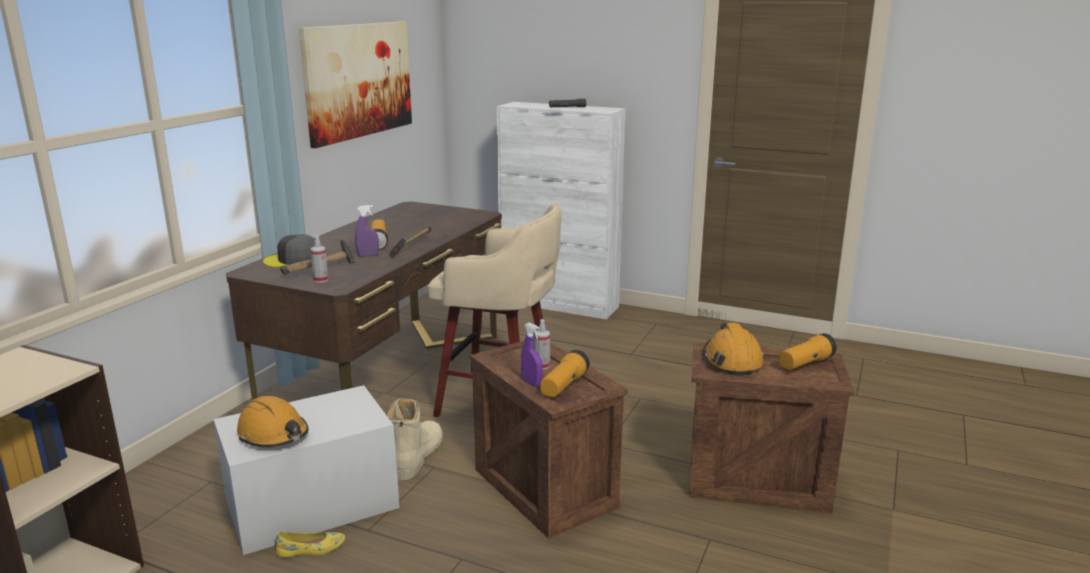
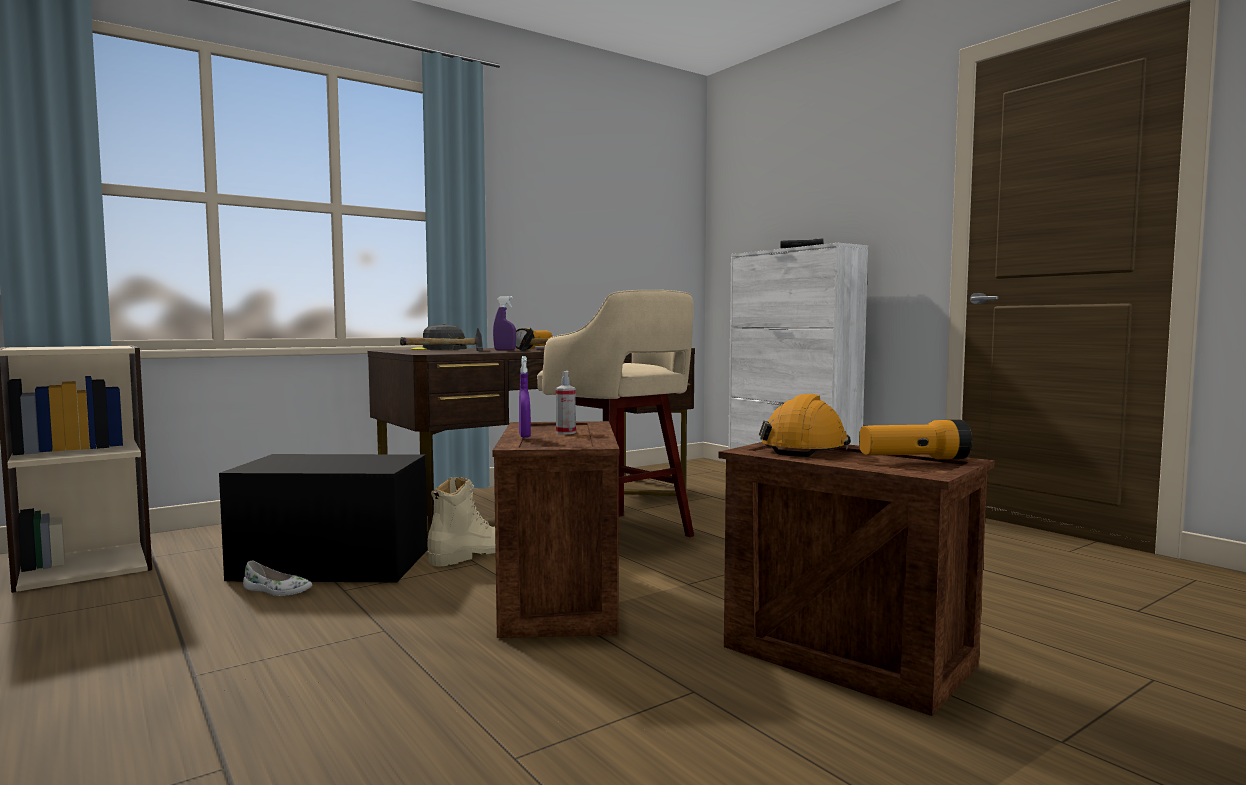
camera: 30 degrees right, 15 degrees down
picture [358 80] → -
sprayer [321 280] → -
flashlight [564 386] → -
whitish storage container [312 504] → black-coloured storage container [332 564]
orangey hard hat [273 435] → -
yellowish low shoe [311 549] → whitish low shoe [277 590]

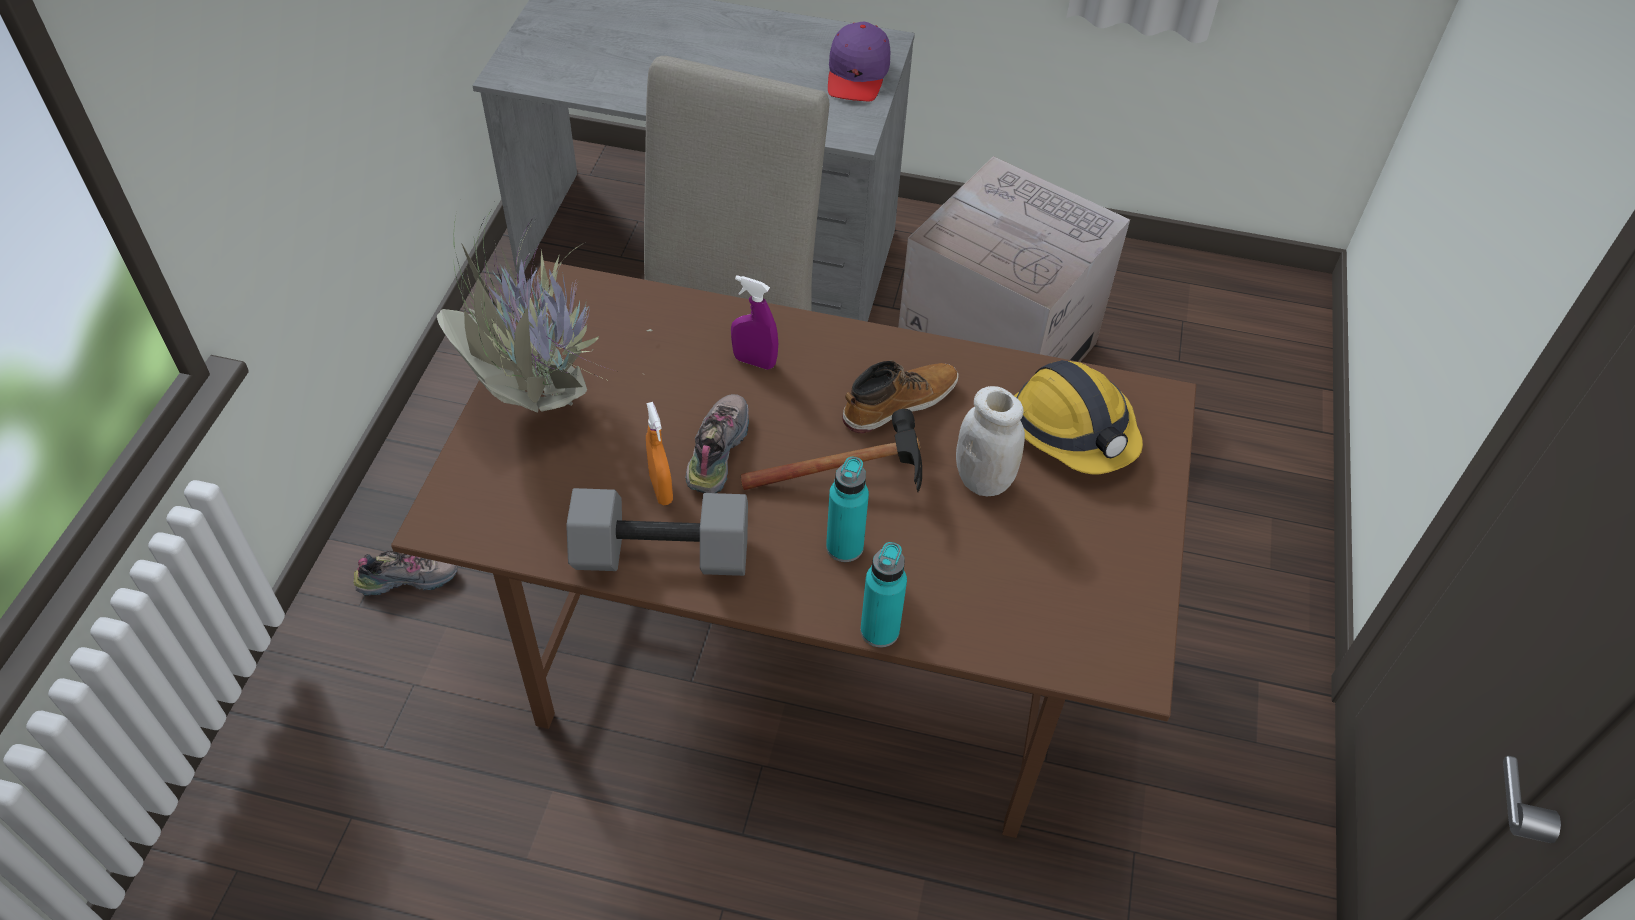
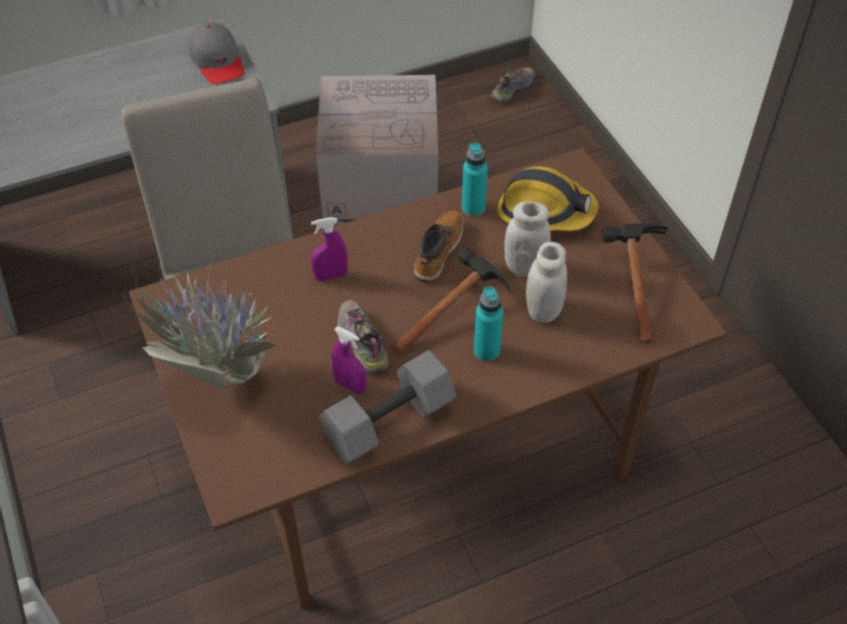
camera: 35 degrees left, 0 degrees up
purplish baseball cap [857 74] → greyish baseball cap [218 61]
orangey sprayer [661 489] → purplish sprayer [350 385]
turquoise-coloured drink bottle [879 631] → turquoise-coloured drink bottle [473 208], relocated
low shoe [409 578] → low shoe [512 88], relocated
- → hammer [631 282]
- → whitish jar [543 310]

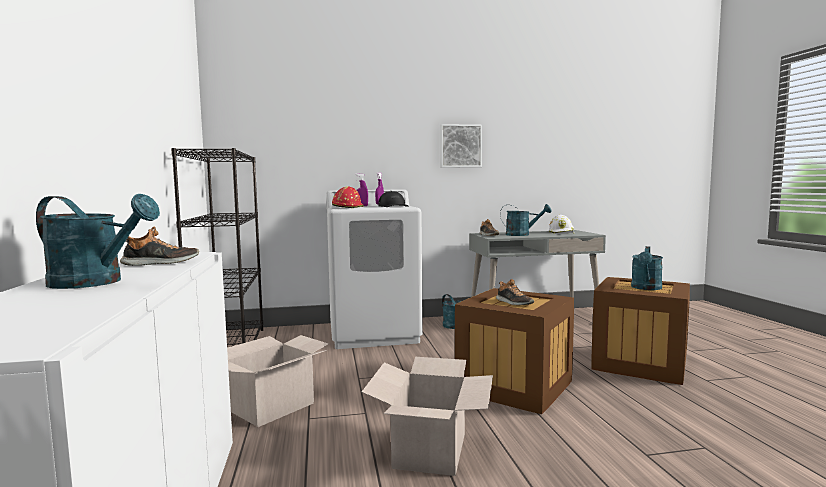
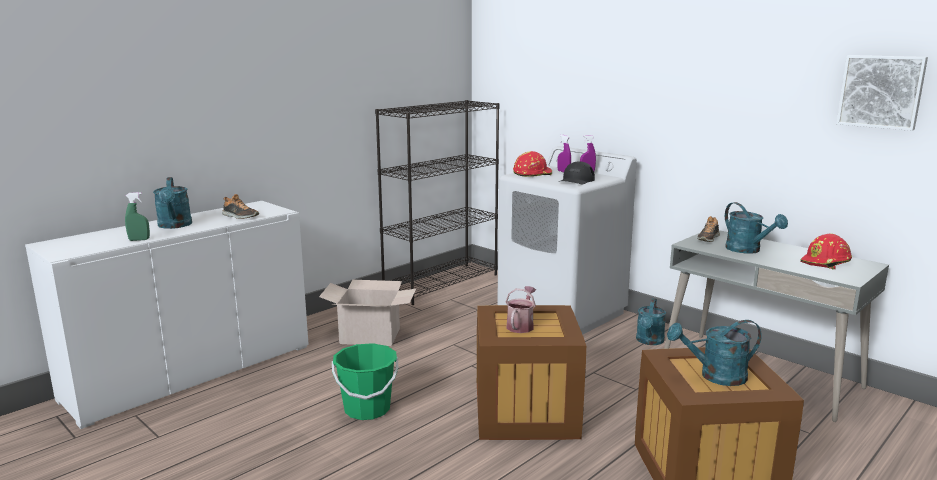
camera: 55 degrees right, 10 degrees up
picture [460 146] → picture [881 91], relocated
whitish hard hat [562 232] → reddish hard hat [826 263]
low shoe [513 303] → watering can [521 325]
cardboard box [429 450] → greenish pail [367 409]
- → greenish sprayer [139 240]

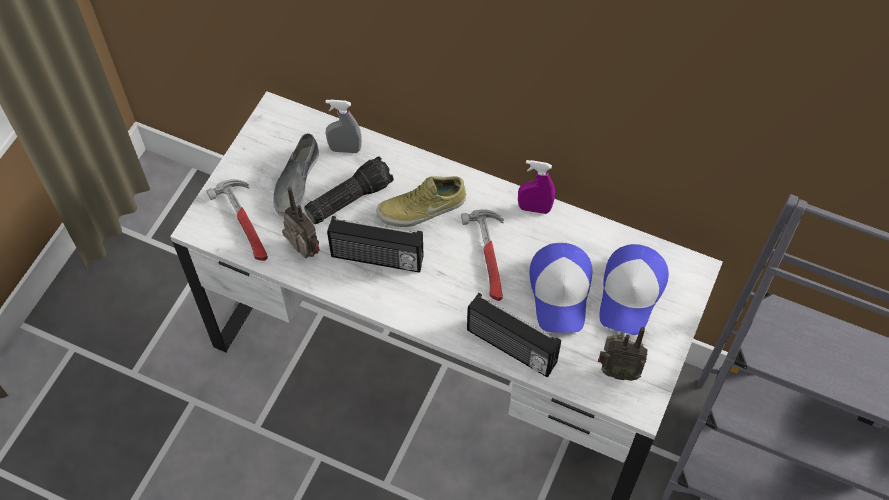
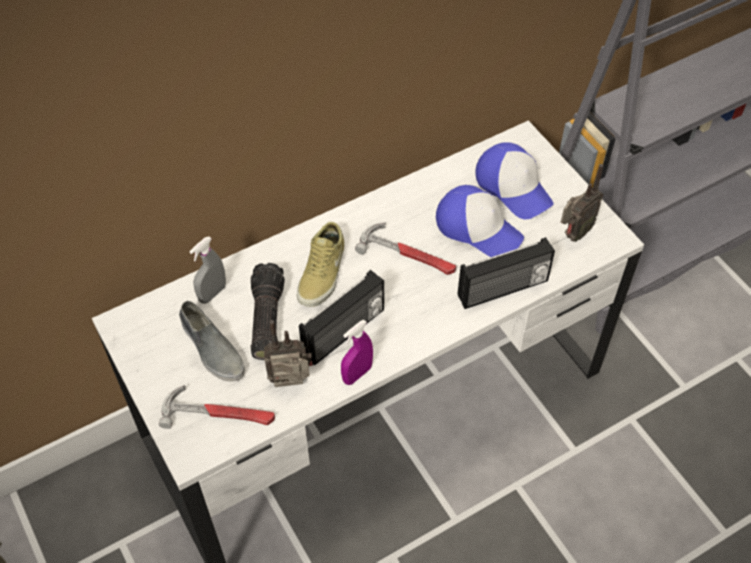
camera: 55 degrees left, 5 degrees down
purplish sprayer [534 208] → purplish sprayer [357 374], relocated

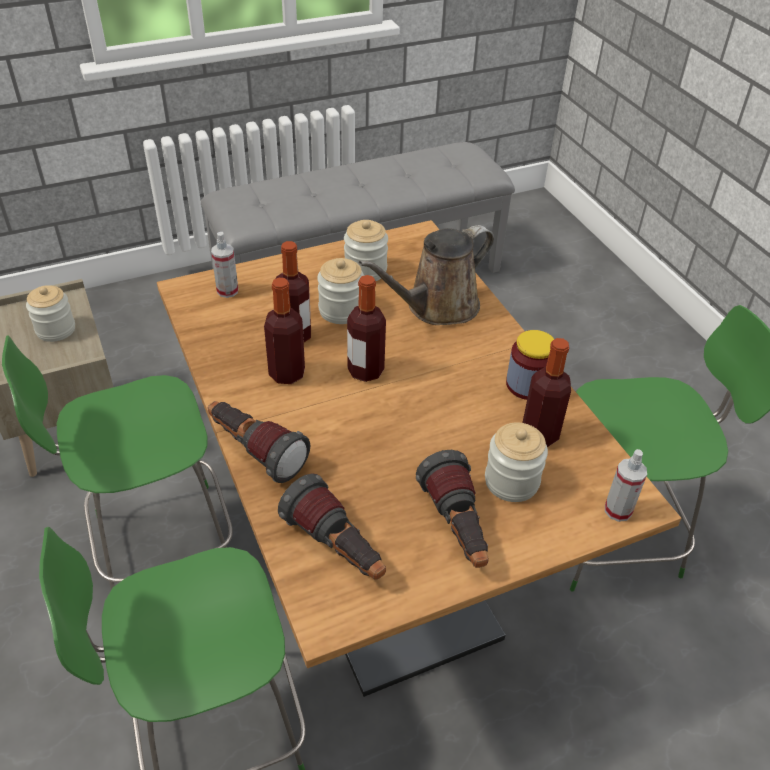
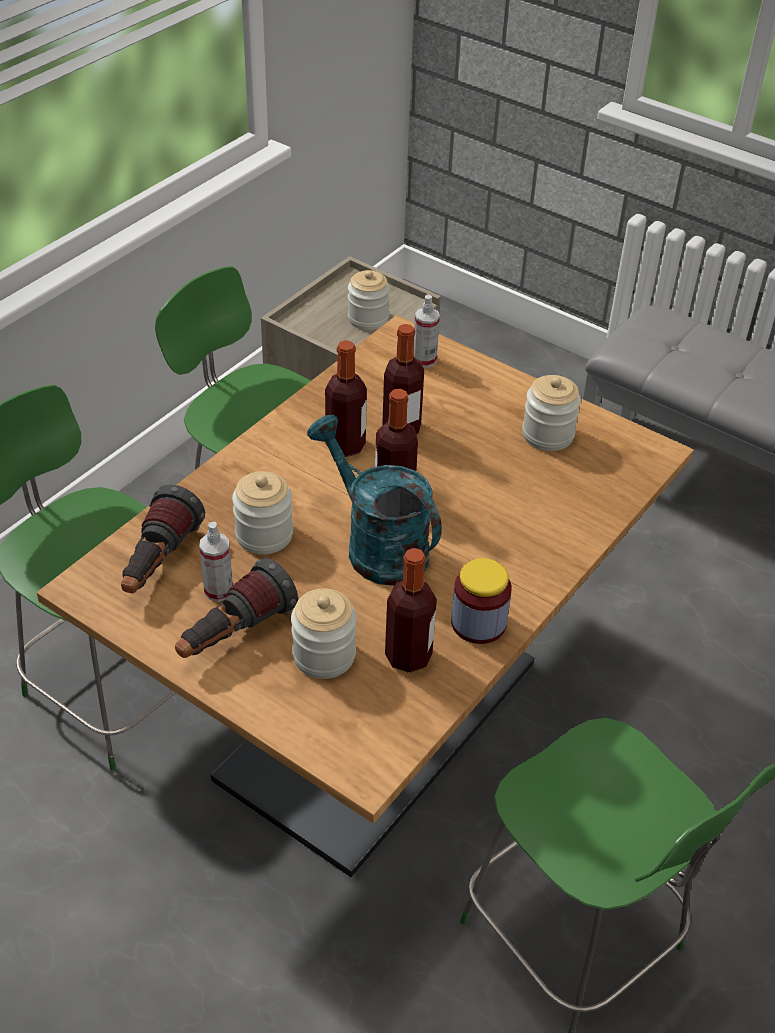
camera: 60 degrees right, 0 degrees up
brownish watering can [437 307] → -
jar [341 310] → jar [264 535], relocated
flashlight [255 452] → -
sprayer [618 510] → sprayer [218 591], relocated
- → turquoise-coloured watering can [376 545]

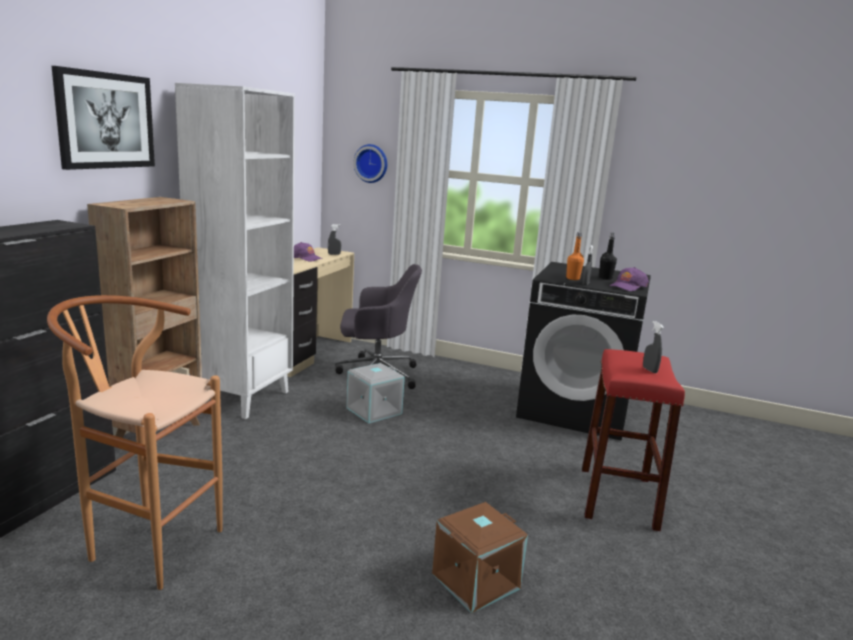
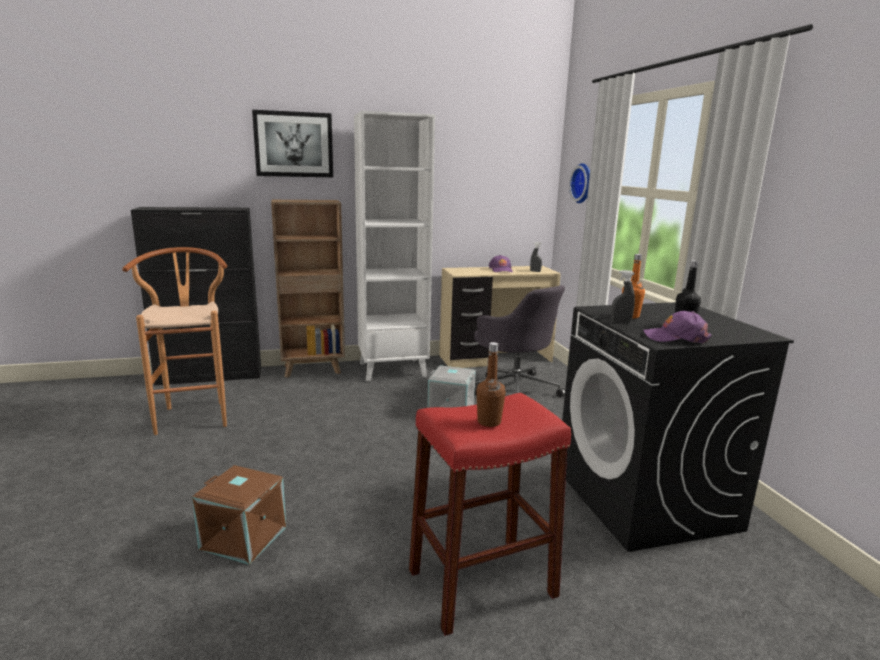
camera: 55 degrees right, 0 degrees up
greyish sprayer [649 370] → brownish drink bottle [489 422]

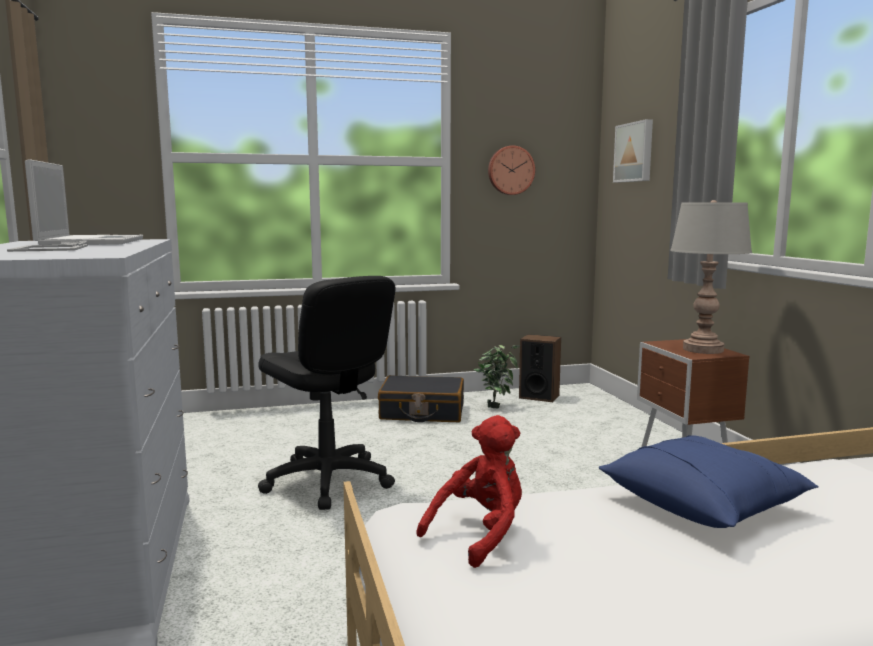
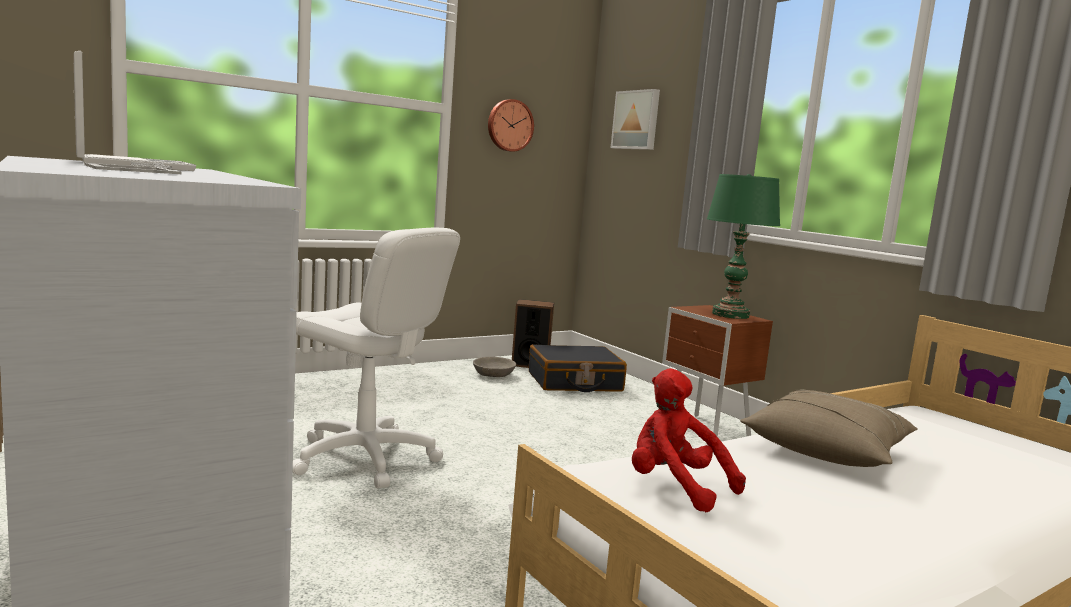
camera: 20 degrees left, 0 degrees up
greyish tabletop lamp [703 349] → greenish tabletop lamp [730 315]
black-coloured office chair [327 481] → whitish office chair [365 458]
plant in a pot [496 406] → greyish serving bowl [493 374]
black-coloured suitcase [422 412] → black-coloured suitcase [574 382], relocated
reddish soft toy [480 534] → reddish soft toy [674 487], 75 degrees counterclockwise
blue-coloured throw pillow [703 504] → beige-coloured throw pillow [827 450]

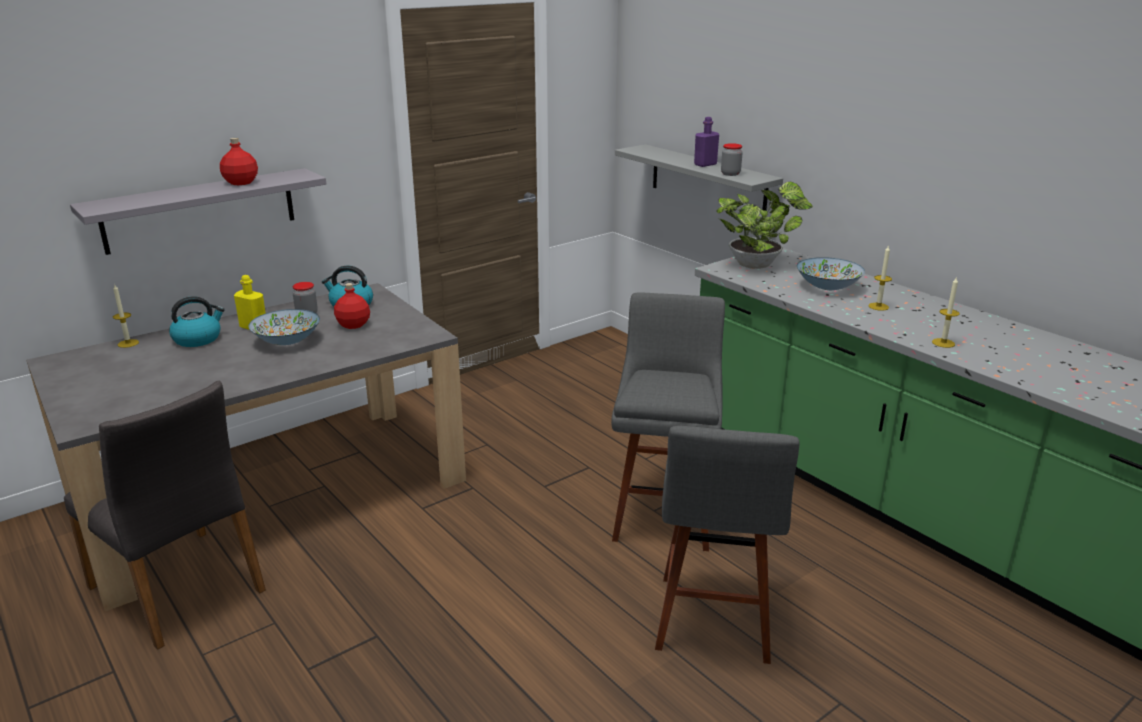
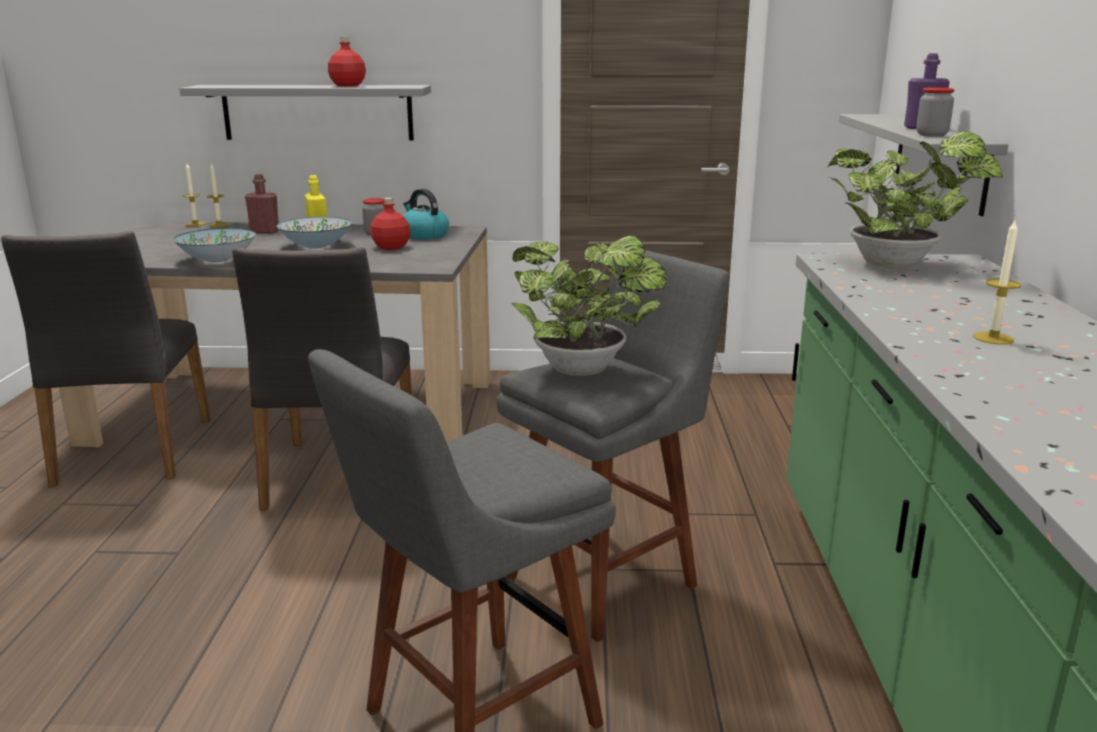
camera: 40 degrees right, 5 degrees down
serving bowl [828 287] → serving bowl [217 259], relocated
candle [943 343] → candle [195 224], relocated
kettle [198 339] → reddish drink bottle [264 232]
- → plant in a pot [585 371]
- → greyish upright chair [339 475]

